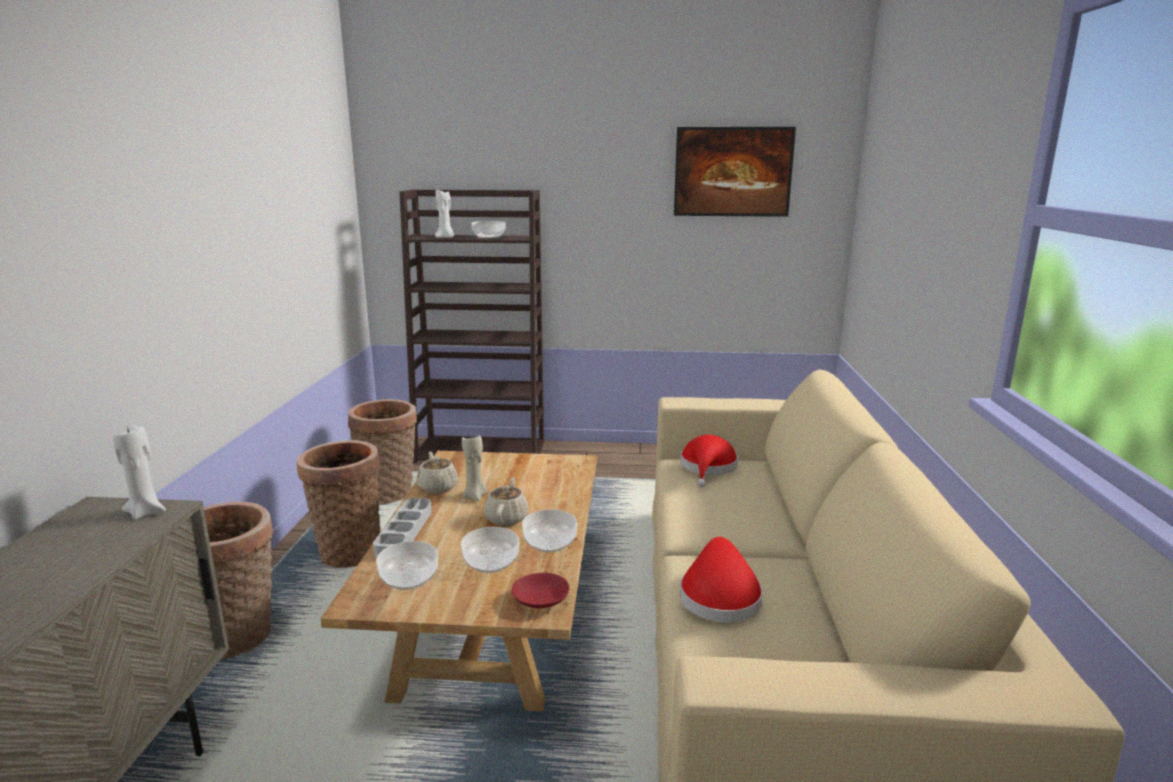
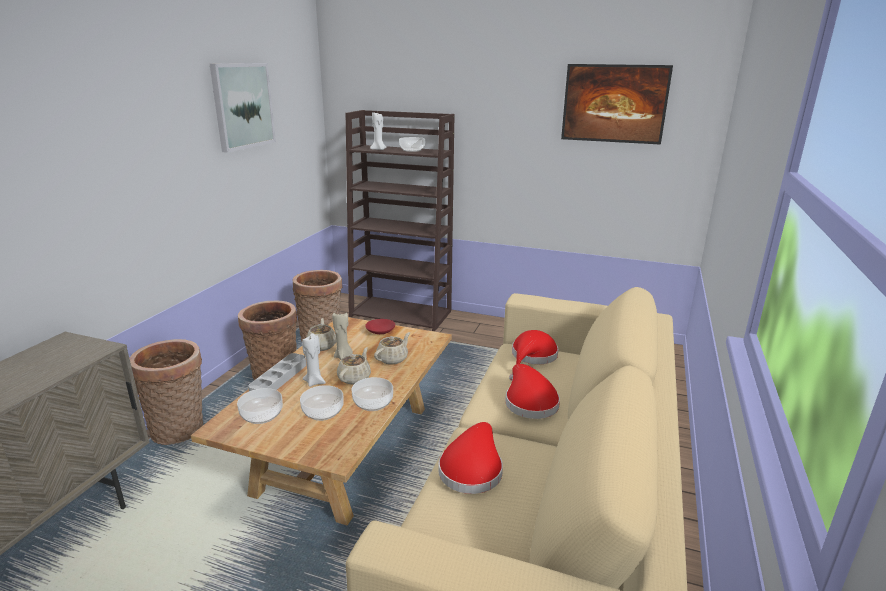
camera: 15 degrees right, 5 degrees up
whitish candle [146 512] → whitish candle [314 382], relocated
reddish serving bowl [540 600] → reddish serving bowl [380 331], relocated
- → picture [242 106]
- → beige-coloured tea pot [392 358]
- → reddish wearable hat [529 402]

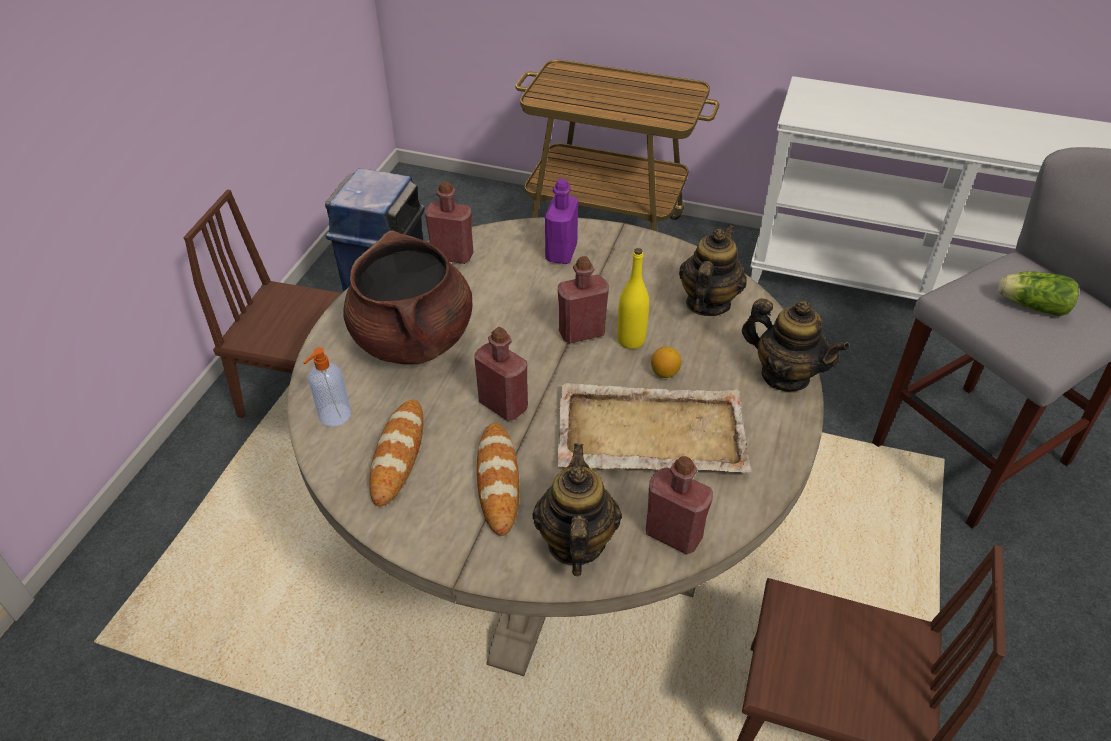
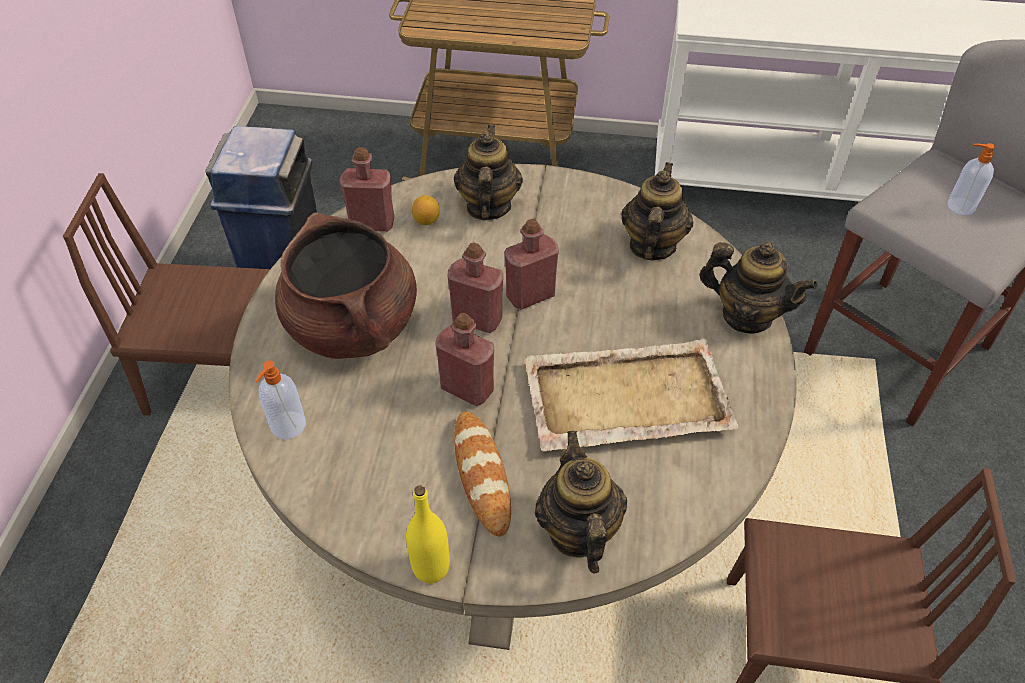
camera: 10 degrees left, 5 degrees up
purplish drink bottle [561 253] → tea pot [488 206]
yellowish drink bottle [631 340] → yellowish drink bottle [431 567], relocated
head of lettuce [1030 305] → soap bottle [959 206]
lemon [664 373] → lemon [426 220], relocated
baked bread [398 455] → -
reddish drink bottle [673 534] → reddish drink bottle [477 319], relocated

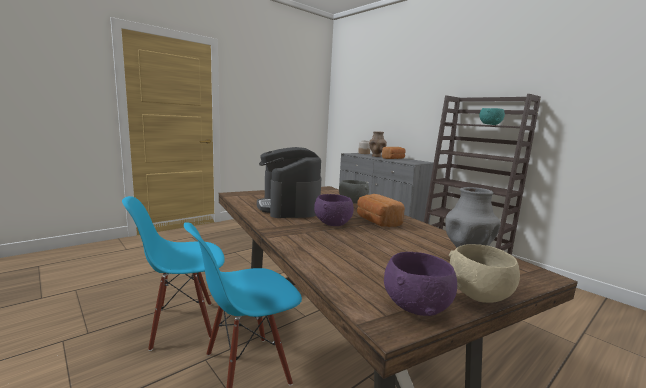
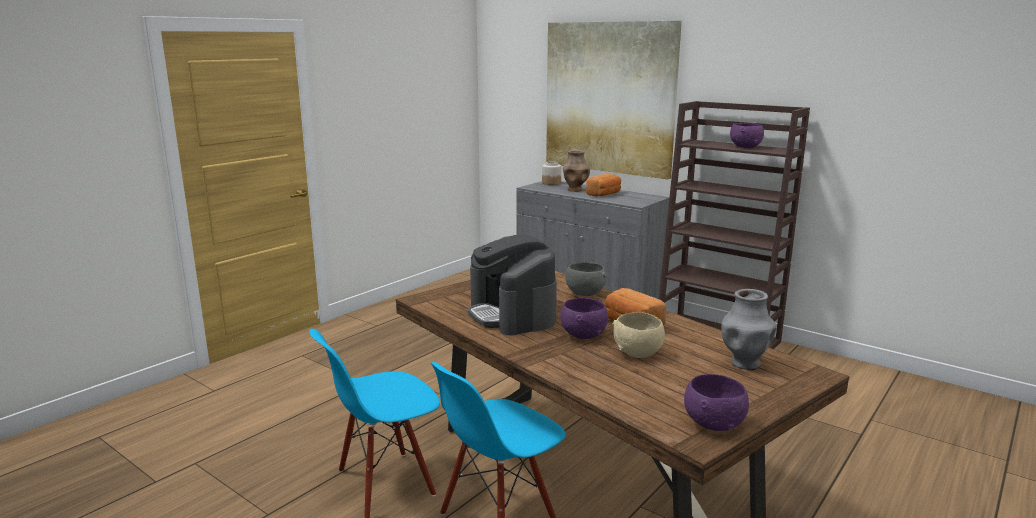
camera: 10 degrees left, 5 degrees up
turquoise-coloured serving bowl [490 124] → purplish serving bowl [745 147]
beige-coloured serving bowl [480 295] → beige-coloured serving bowl [638 353], relocated
- → picture [609 98]

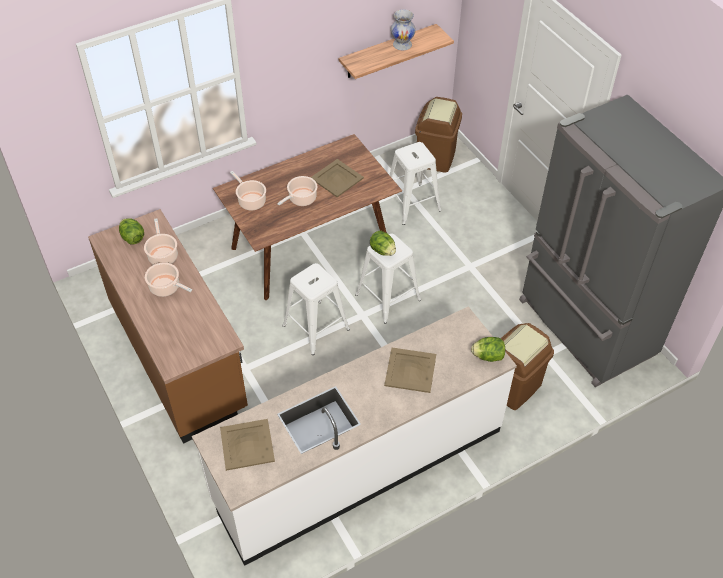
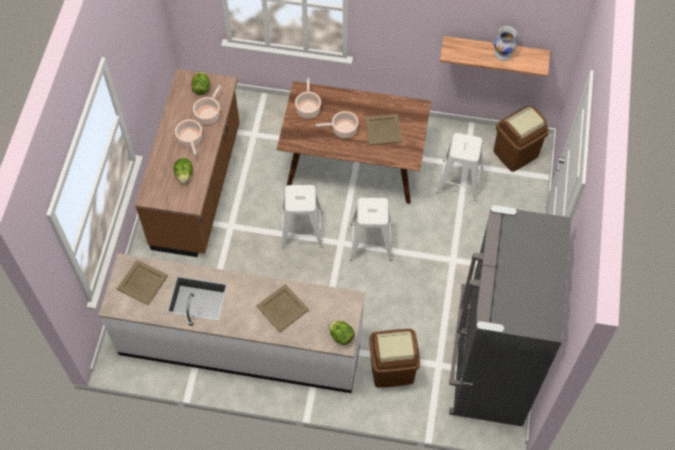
camera: 40 degrees right, 10 degrees up
head of lettuce [382 250] → head of lettuce [184 175], relocated

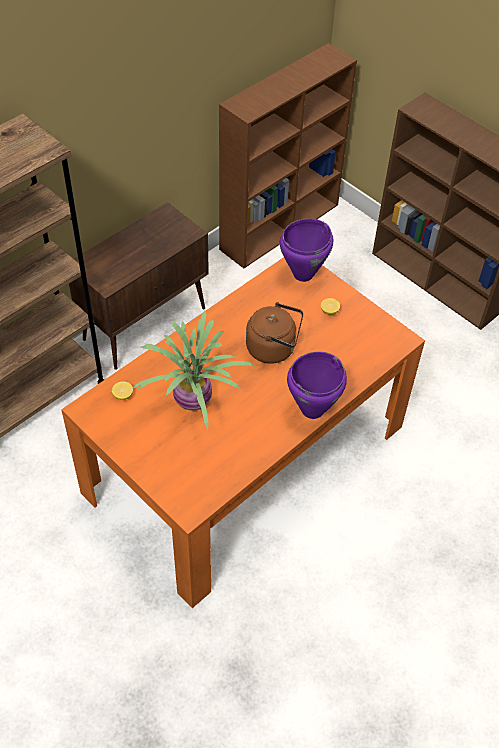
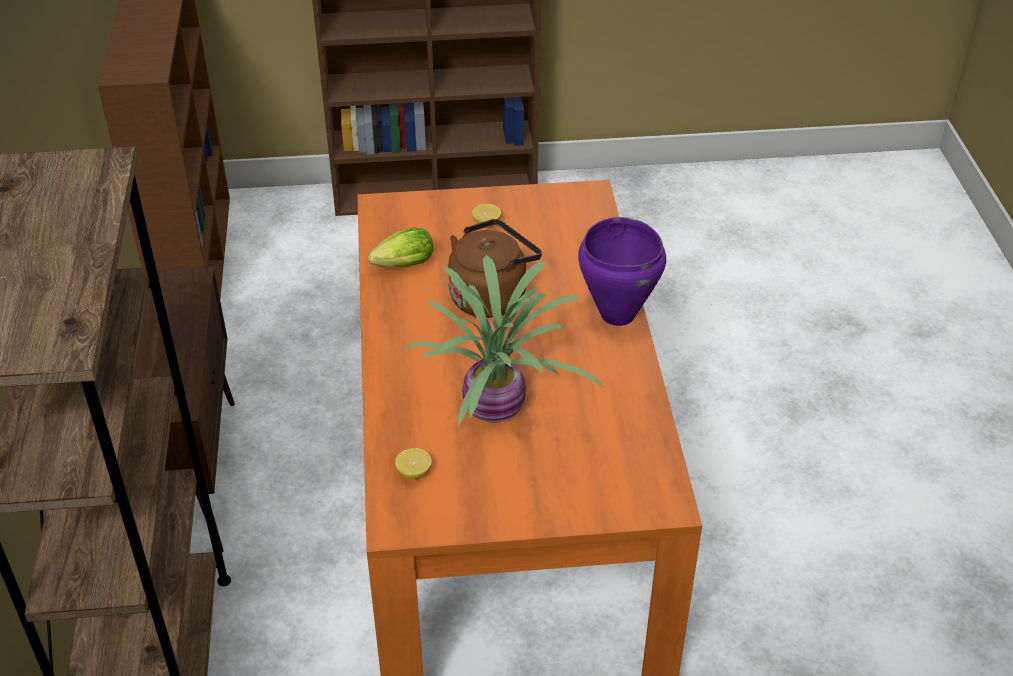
camera: 50 degrees left, 10 degrees down
purplish stockpot [303 274] → -
- → head of lettuce [401 266]

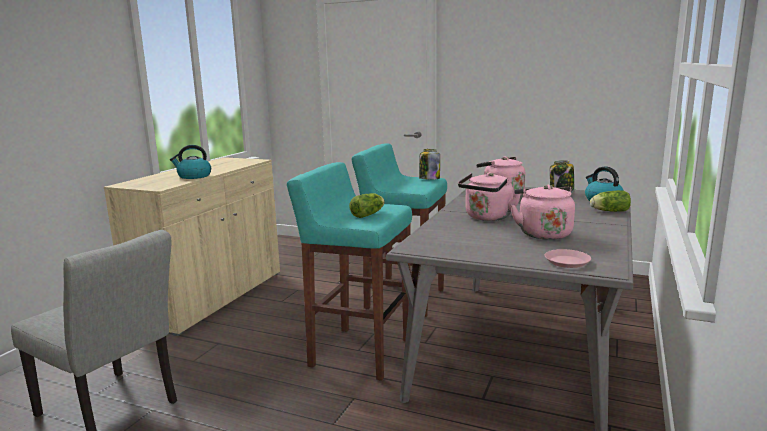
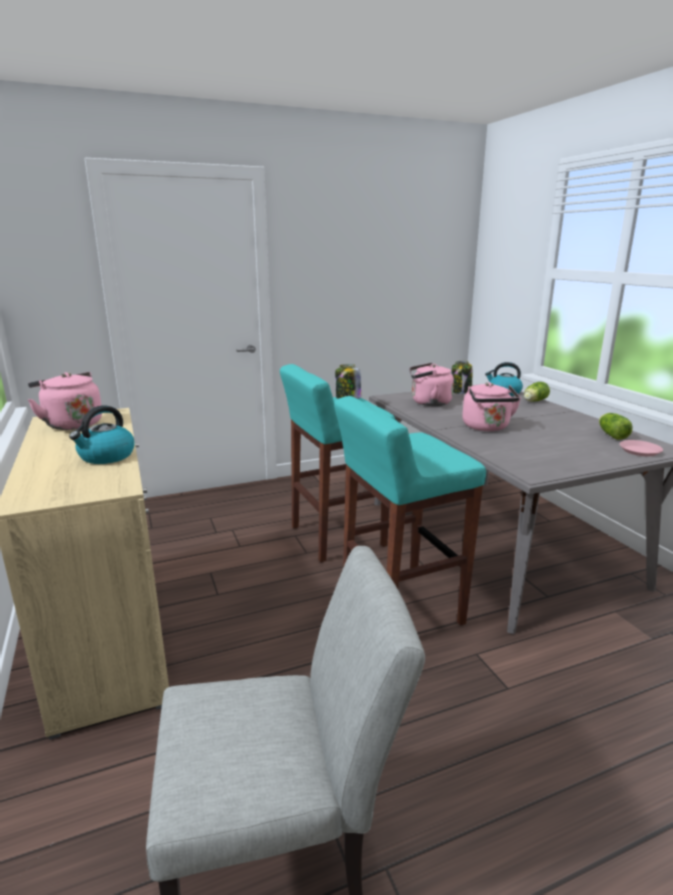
camera: 45 degrees left, 5 degrees up
pinkish kettle [543 233] → pinkish kettle [71 424], relocated
head of lettuce [369 214] → head of lettuce [611 434], relocated

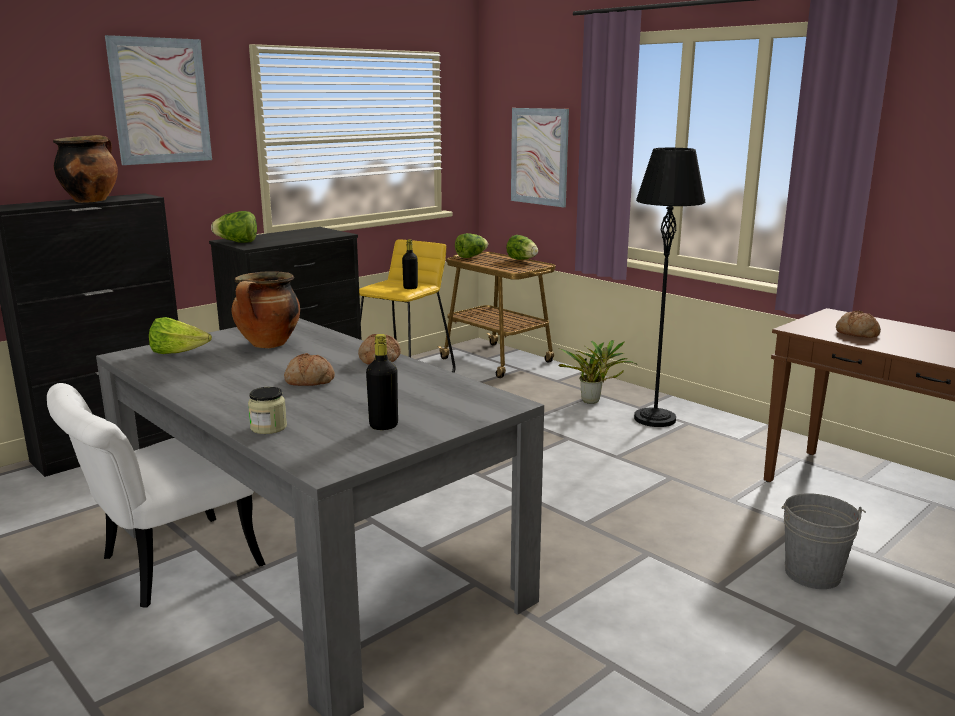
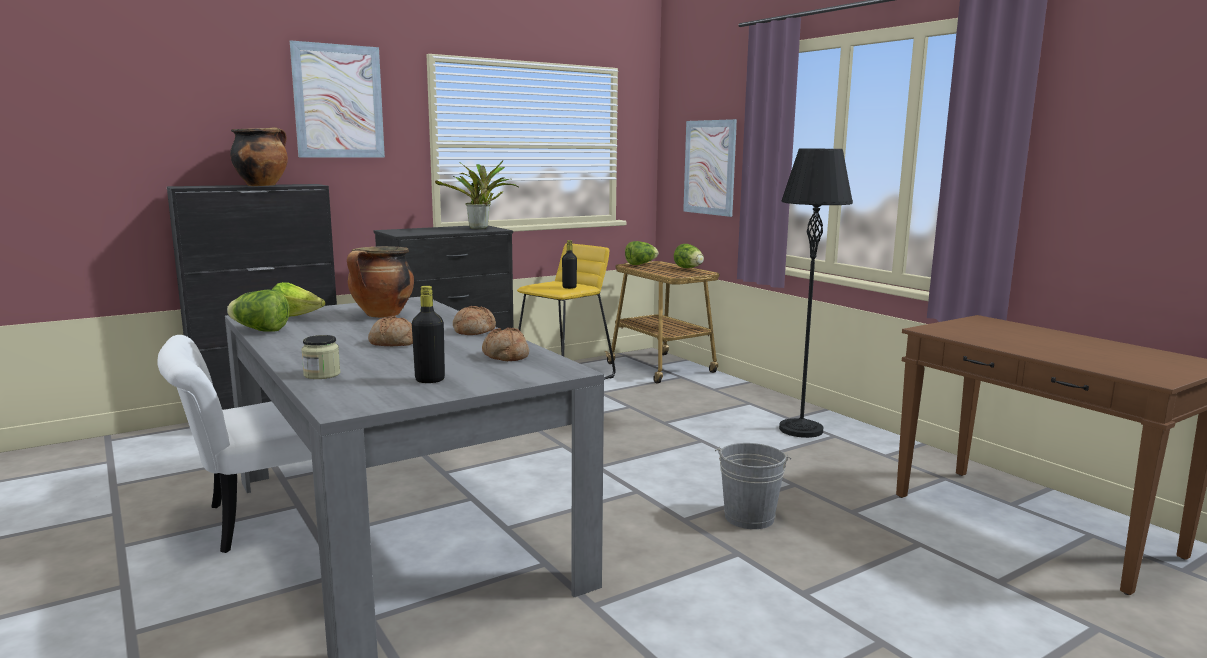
camera: 10 degrees right, 5 degrees down
head of lettuce [237 242] → head of lettuce [260 330], relocated
baked bread [856 333] → baked bread [505 356], relocated
plant in a pot [593 401] → plant in a pot [480 228], relocated
greyish pail [812 574] → greyish pail [749 517], relocated

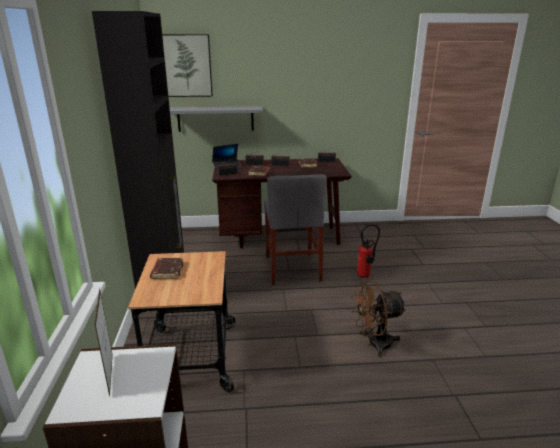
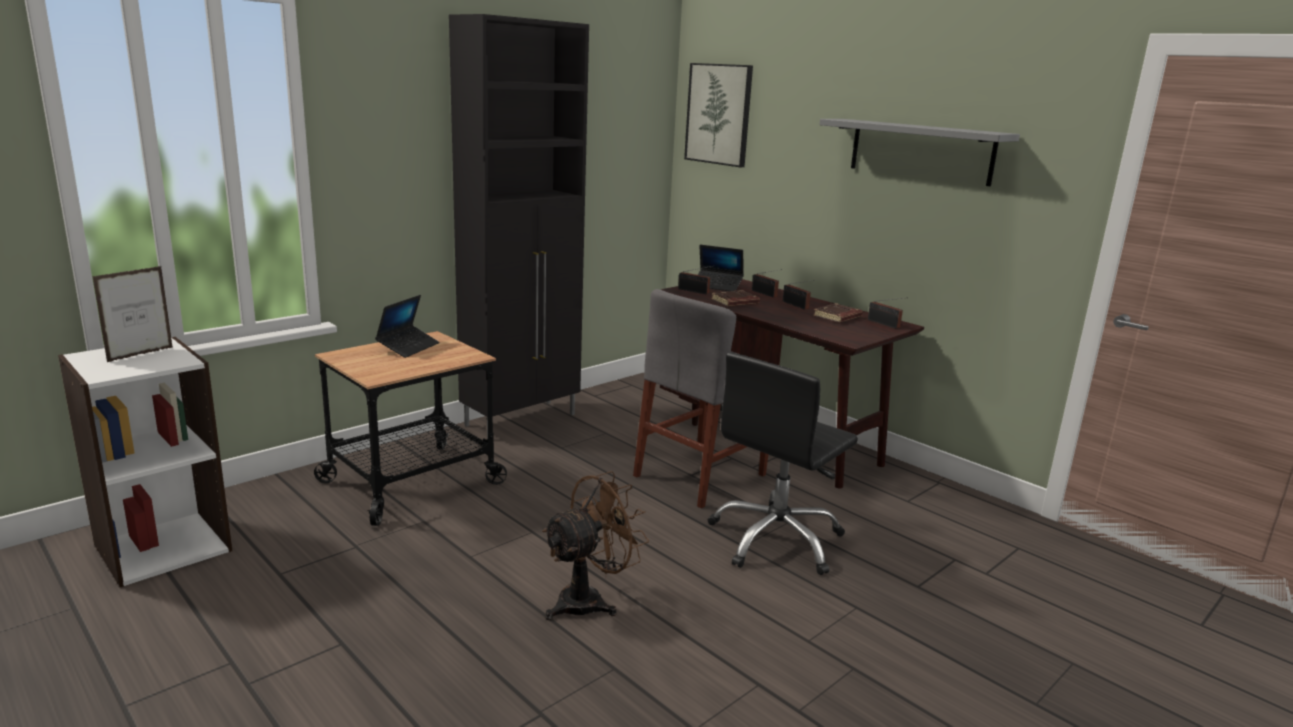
camera: 50 degrees right, 5 degrees down
greyish shelf [215 119] → greyish shelf [920 151], relocated
fire extinguisher [365 276] → black-coloured office chair [776 540]
brownish bound book [167 271] → notebook computer [408 347]
brownish electric fan [374 344] → brownish electric fan [589 600], 105 degrees clockwise

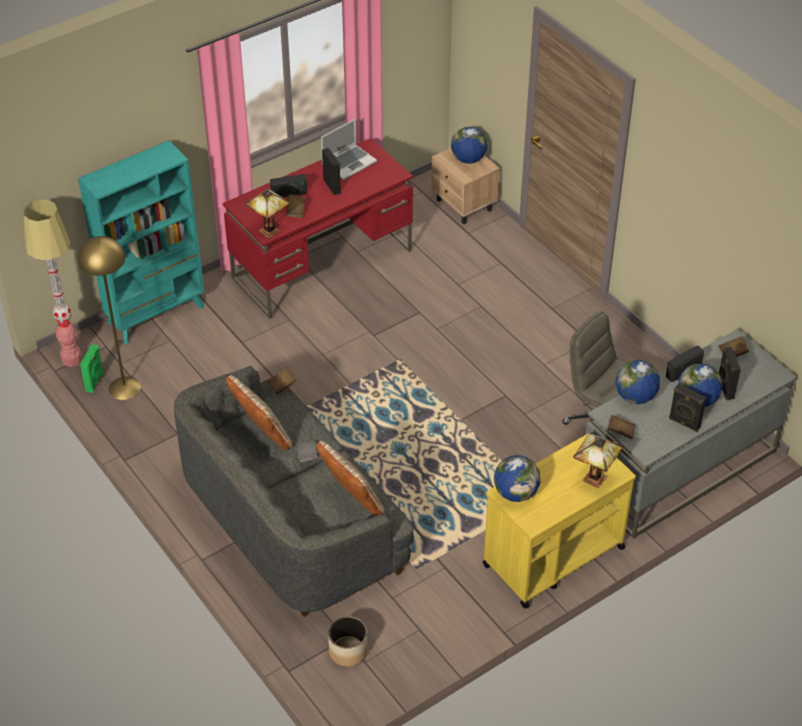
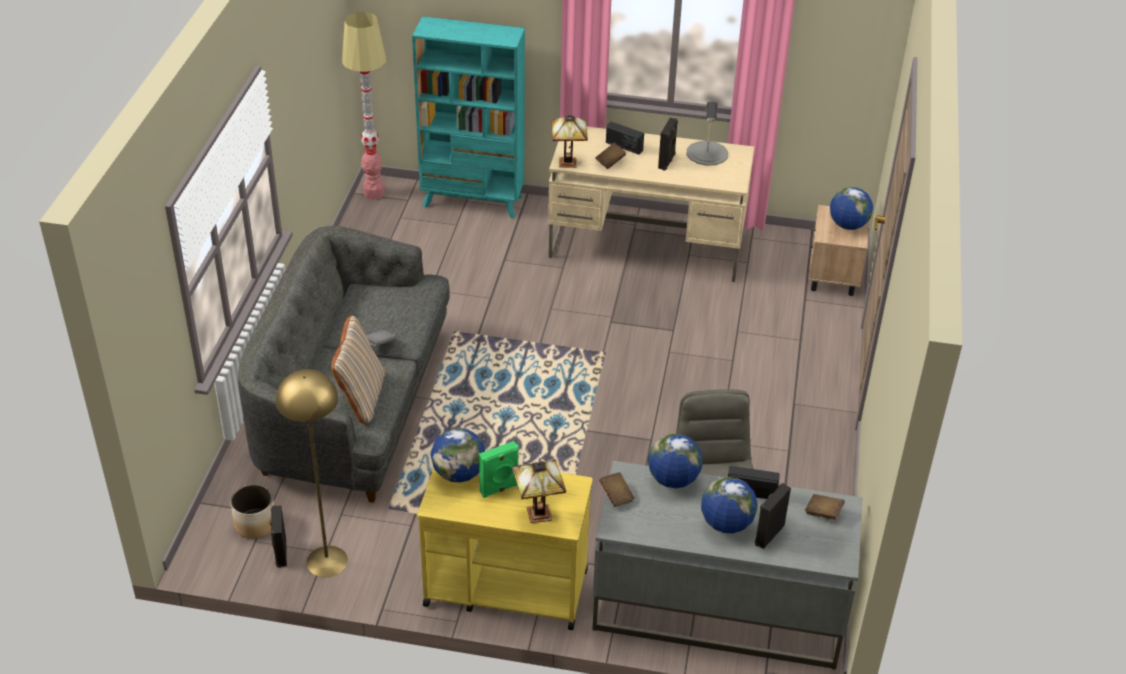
camera: 45 degrees right, 5 degrees down
notebook computer [349 163] → greyish tabletop lamp [707 153]
reddish desk table [323 264] → beige-coloured desk table [647 246]
yellowish standing lamp [124 388] → yellowish standing lamp [327 561], relocated
greenish loudspeaker [95 382] → greenish loudspeaker [499 489], relocated
brownish bound book [281 386] → -
beige-coloured throw pillow [261 435] → -
black-coloured loudspeaker [684 423] → black-coloured loudspeaker [280 553], relocated

